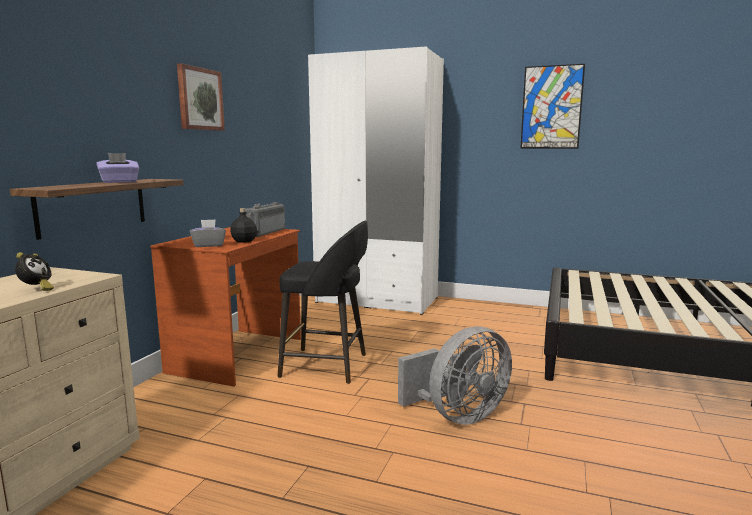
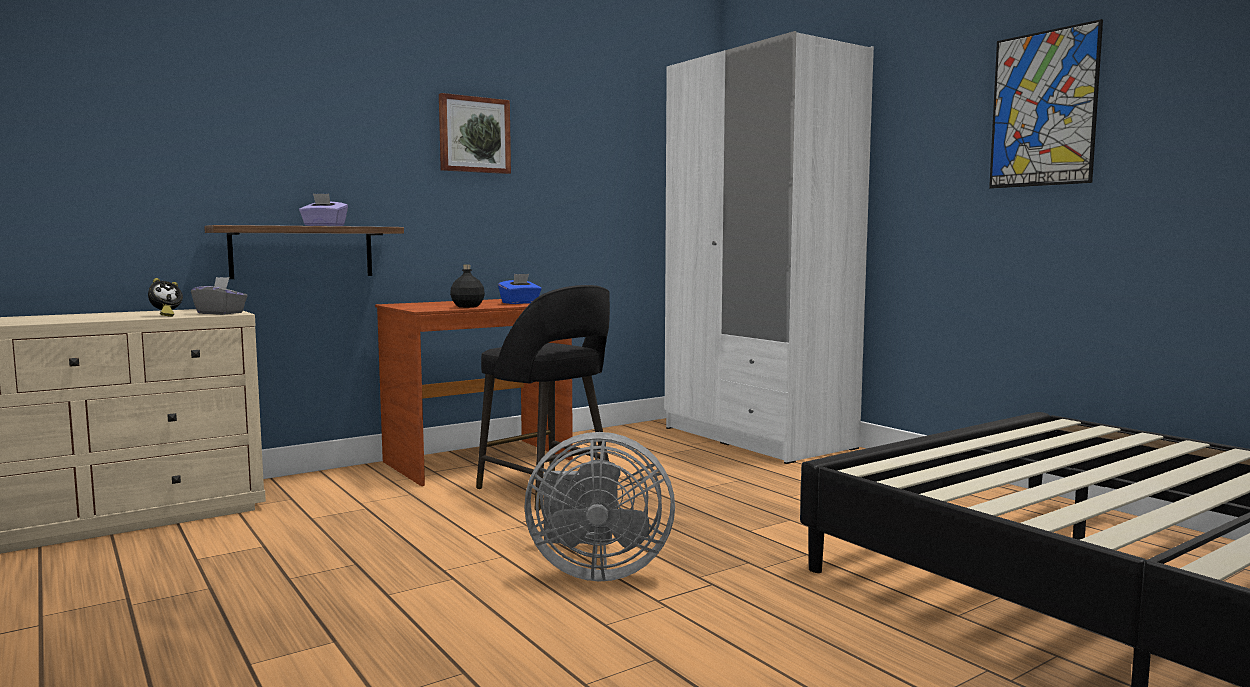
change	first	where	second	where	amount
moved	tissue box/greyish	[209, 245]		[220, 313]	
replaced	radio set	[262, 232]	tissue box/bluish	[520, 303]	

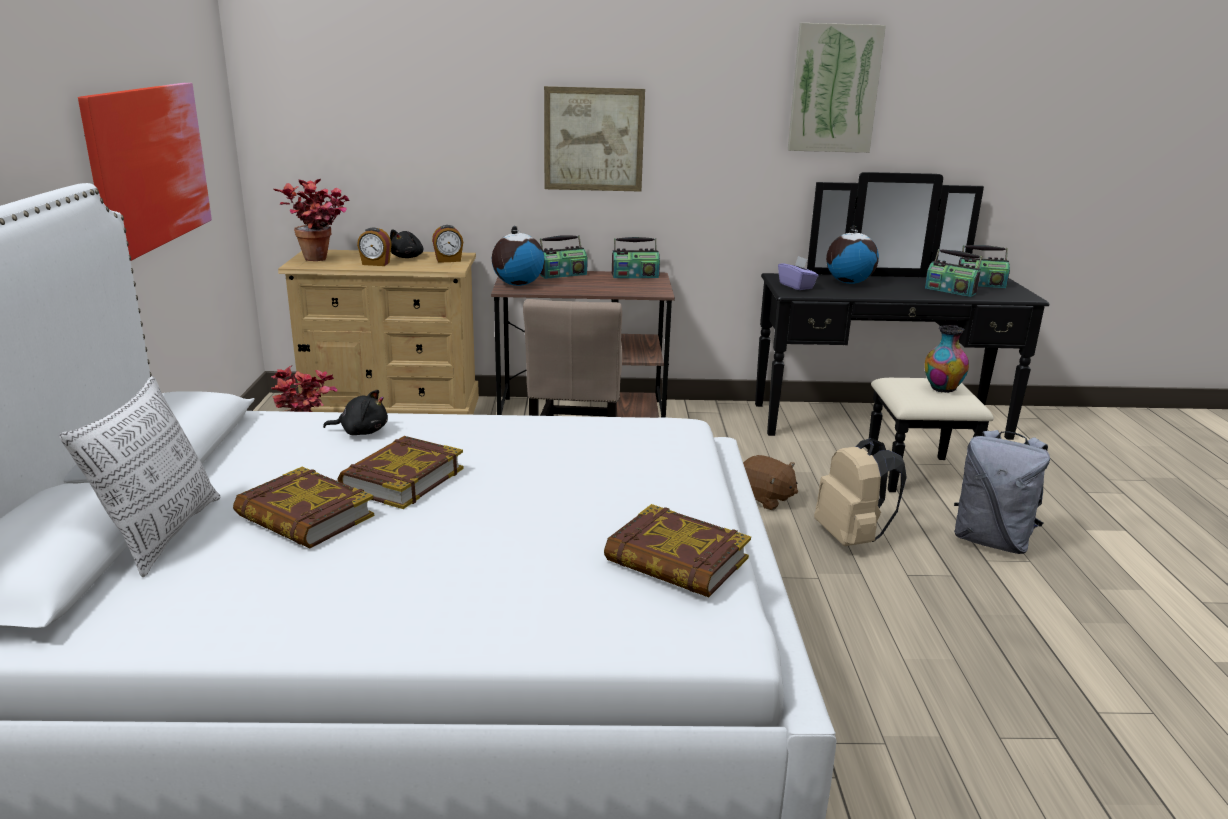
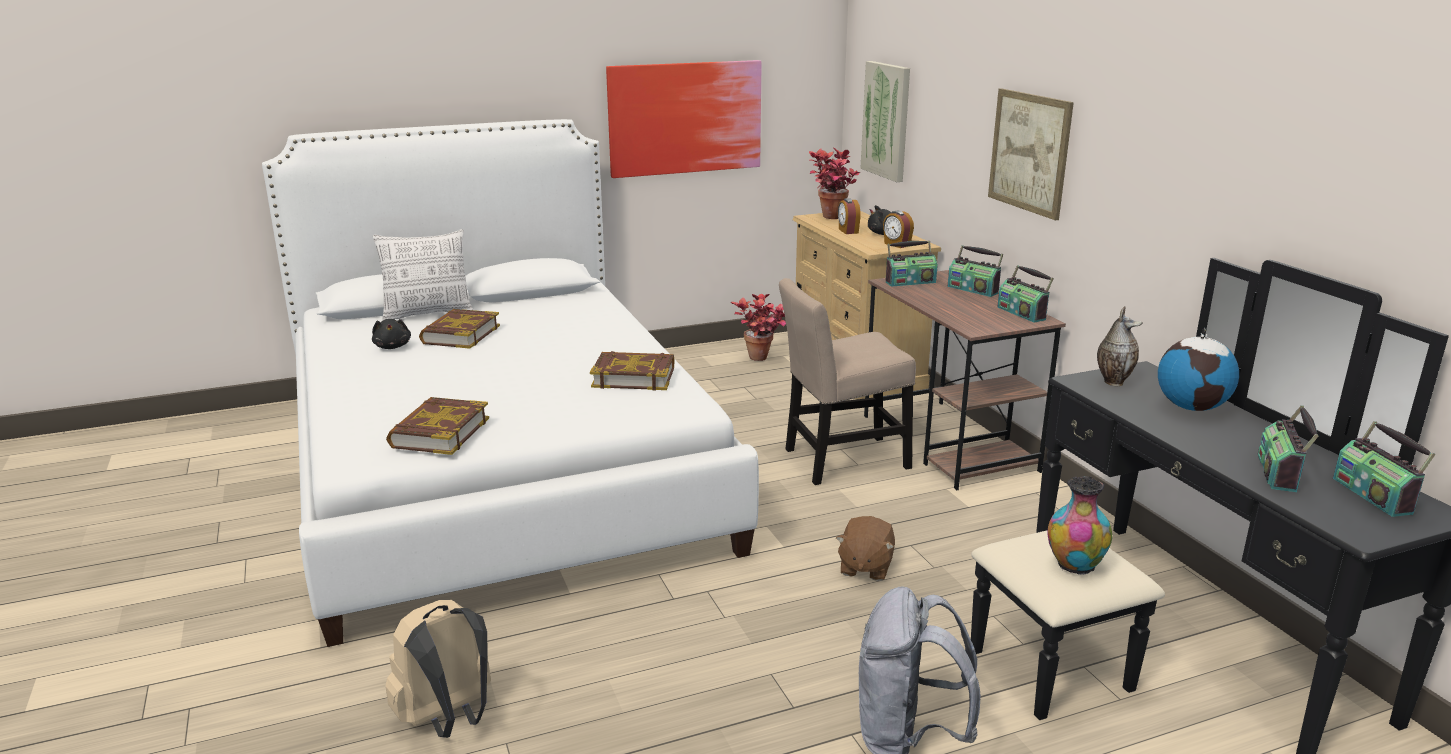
change	first	where	second	where	amount
moved	plush toy/black-coloured	[361, 432]		[392, 346]	
moved	backpack/beige	[852, 538]		[448, 719]	
moved	volume	[402, 479]		[633, 377]	
moved	picture	[834, 88]		[887, 120]	
replaced	world globe	[517, 284]	radio set	[910, 282]	
replaced	tissue box/purplish	[796, 286]	vase	[1113, 381]	

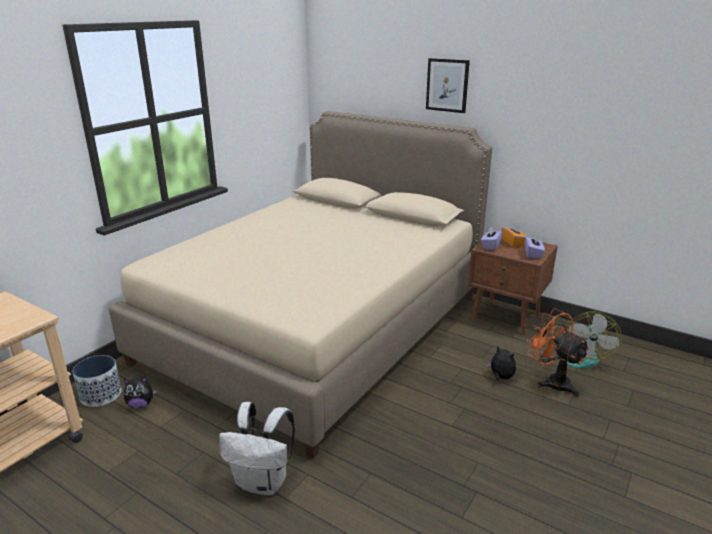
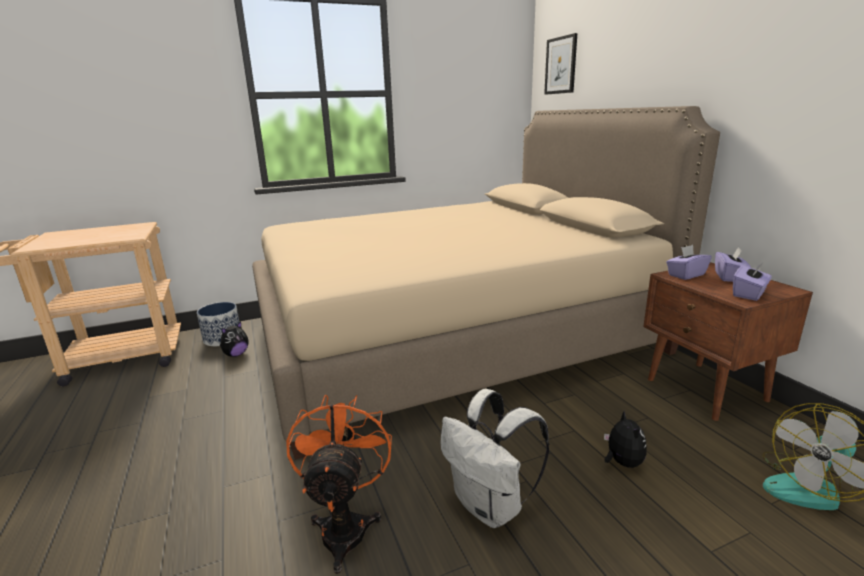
change	first	where	second	where	amount
turned	plush toy	[141, 404]		[236, 354]	75 degrees counterclockwise
moved	cooling fan/orange	[552, 381]		[345, 525]	
moved	backpack/white-coloured	[263, 482]		[491, 506]	
moved	picture	[447, 85]		[561, 65]	
recoloured	tissue box/orange	[513, 243]	tissue box/purplish	[729, 277]	

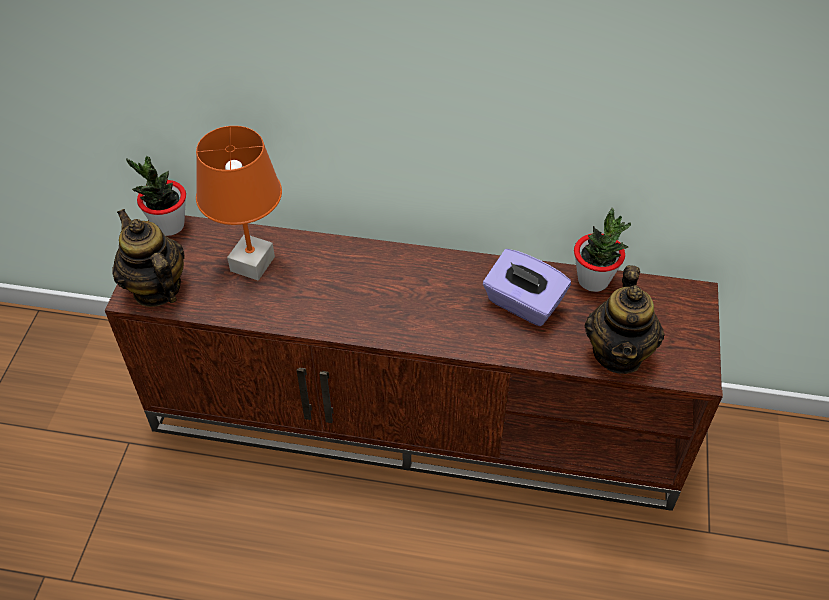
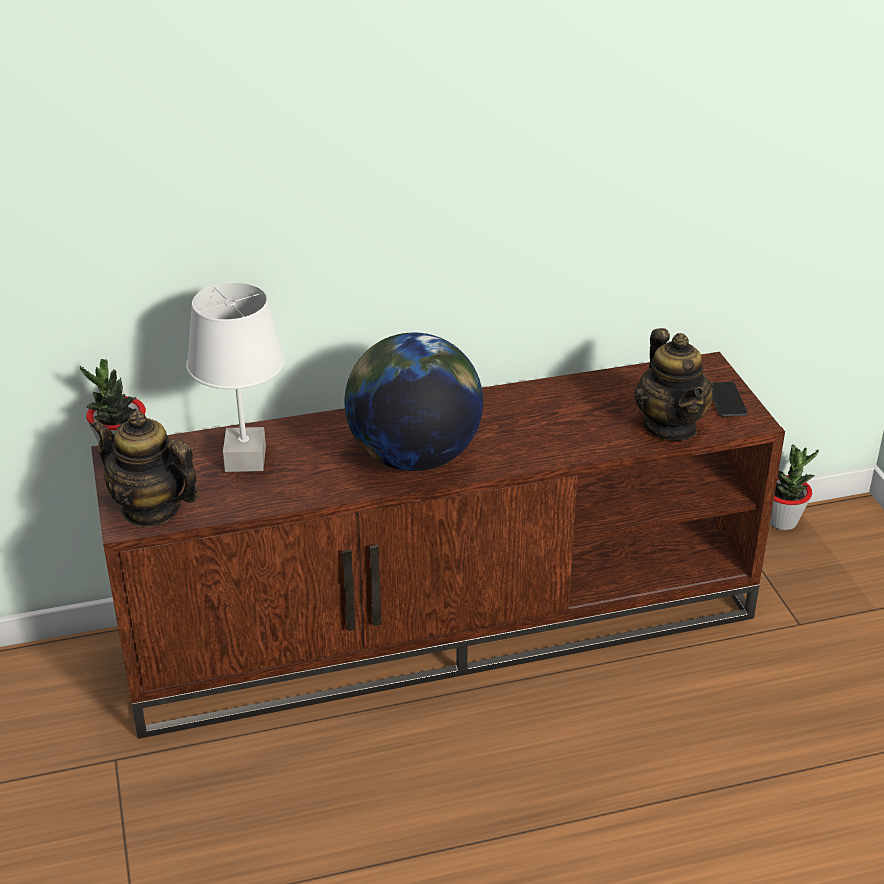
change	first	where	second	where	amount
recoloured	table lamp/orange	[253, 264]	table lamp/white-coloured	[246, 459]	
added			world globe	[413, 457]	
added			phone	[726, 400]	
moved	plant in a pot	[593, 280]		[782, 521]	
removed	tissue box/purplish	[523, 304]			

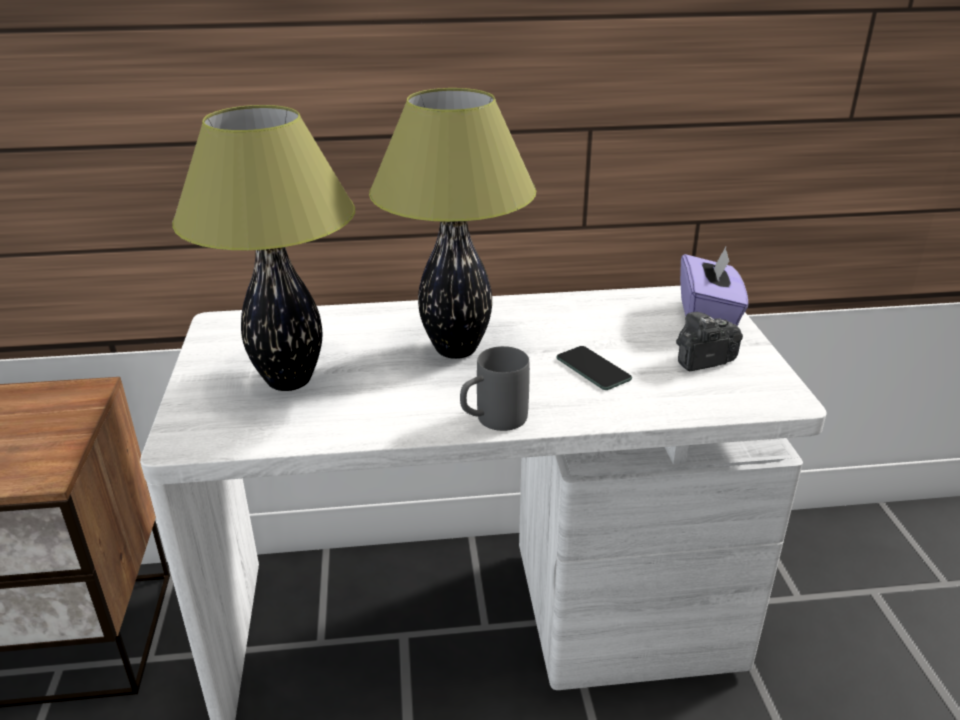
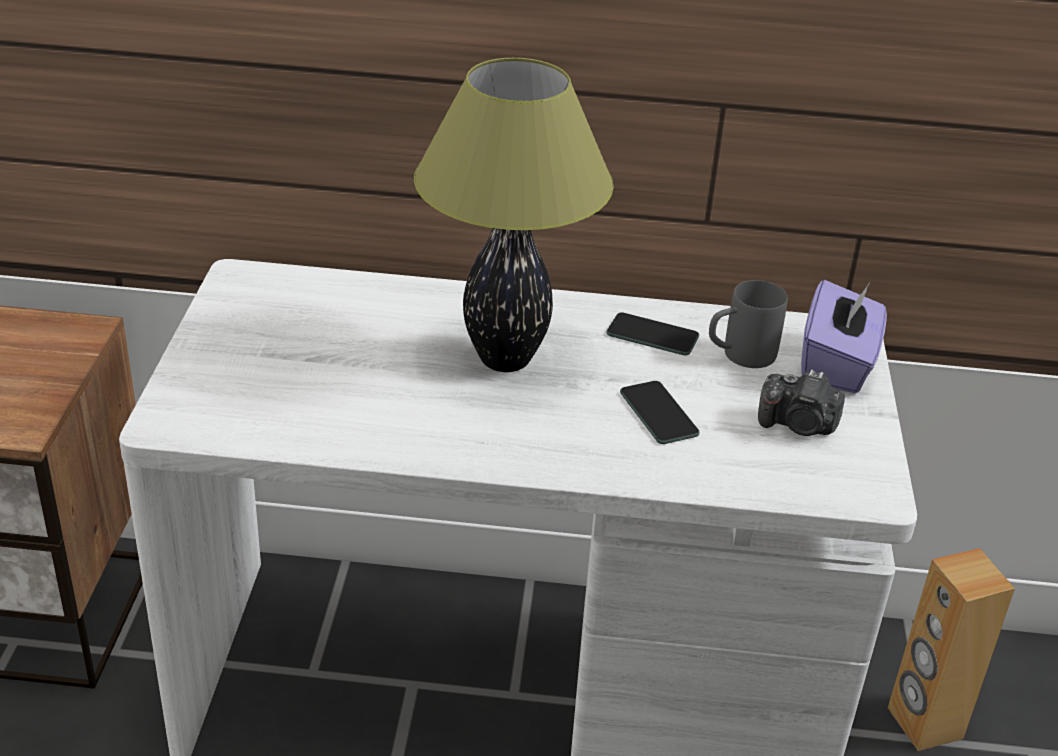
change	first	where	second	where	amount
added			phone	[652, 335]	
moved	coffee mug/greyish	[492, 421]		[739, 356]	
turned	still camera	[702, 360]		[798, 425]	150 degrees counterclockwise
added			speaker/brown	[924, 723]	
removed	table lamp	[289, 380]			

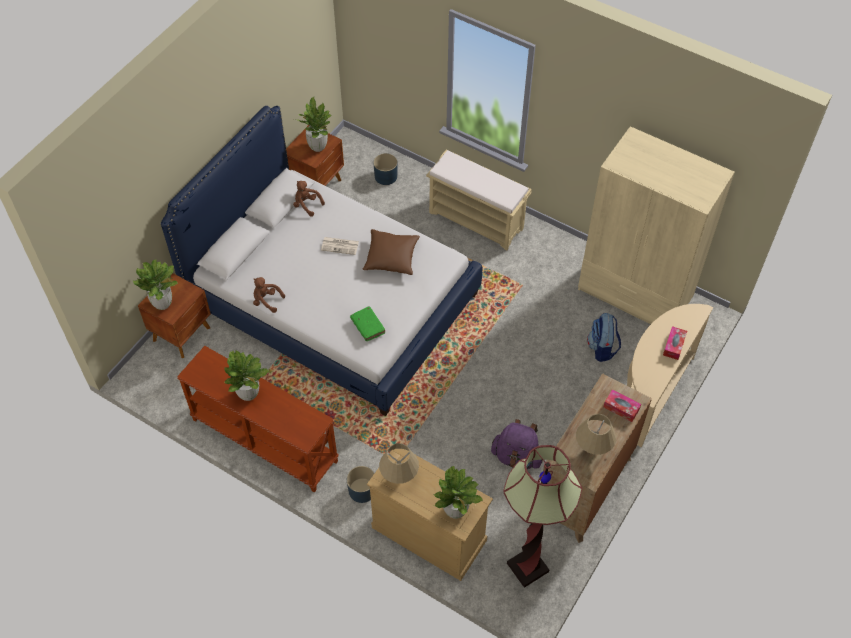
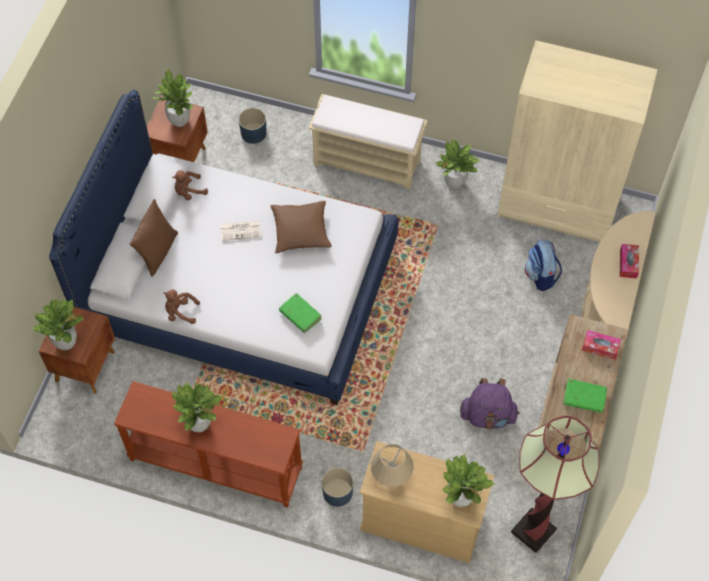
change	first	where	second	where	amount
added			cushion/brown	[157, 252]	
turned	plush toy/brown	[307, 205]		[189, 191]	45 degrees counterclockwise
added			plant in a pot	[454, 183]	
replaced	table lamp/beige	[592, 448]	volume/green	[584, 398]	

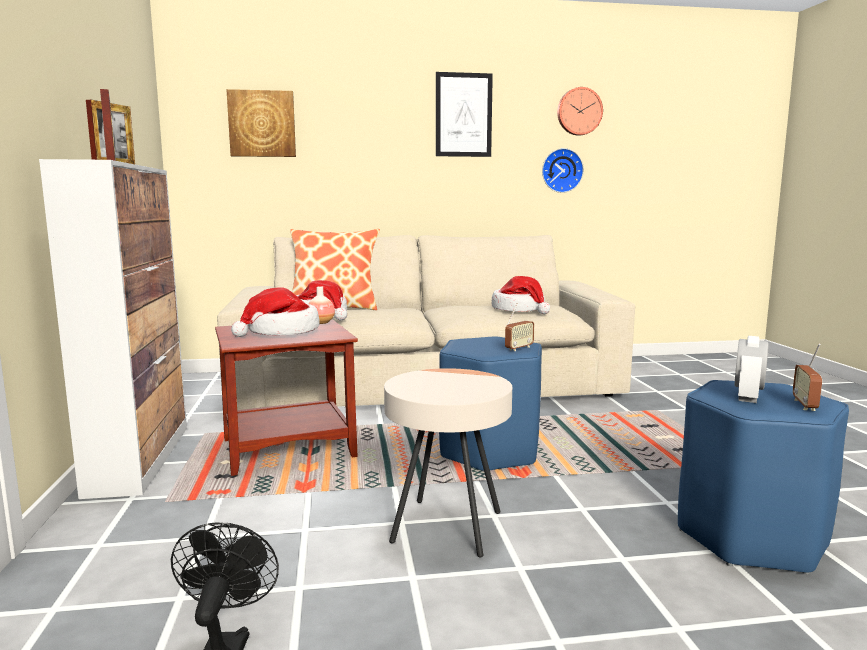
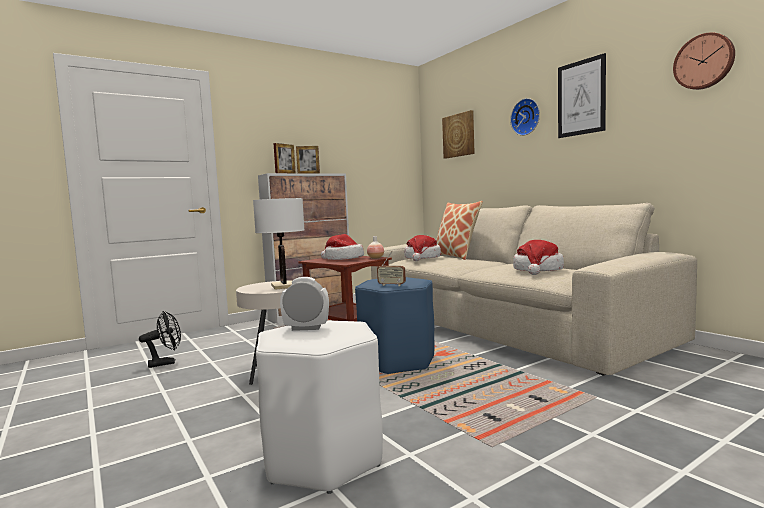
change	first	where	second	where	amount
added			table lamp/white-coloured	[283, 286]	
recoloured	stool seat/bluish	[751, 537]	stool seat/white-coloured	[322, 458]	
moved	wall clock	[561, 170]		[526, 117]	
removed	radio set	[805, 405]			

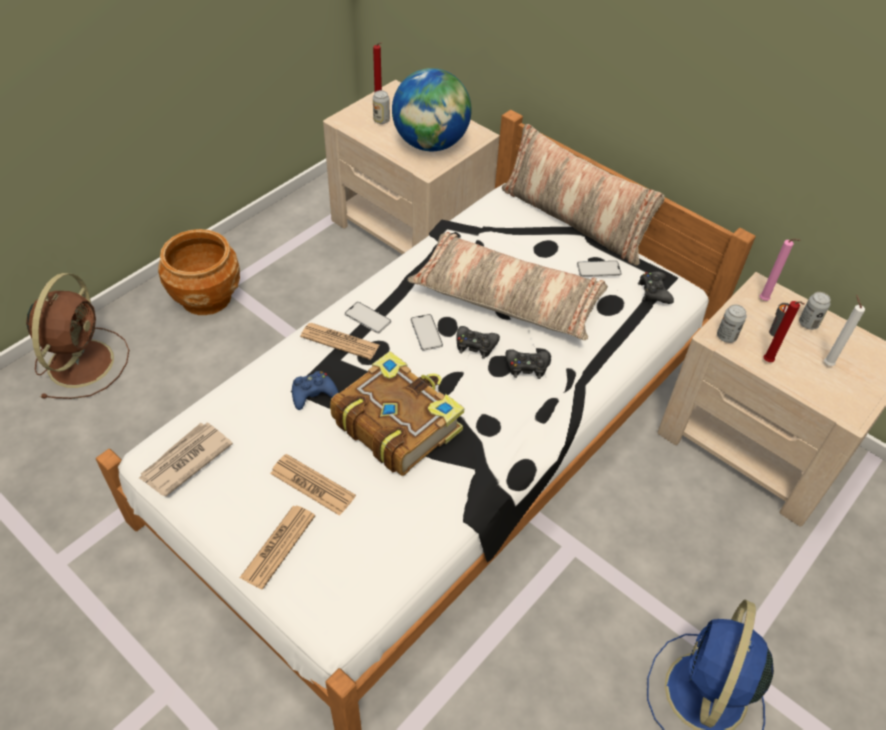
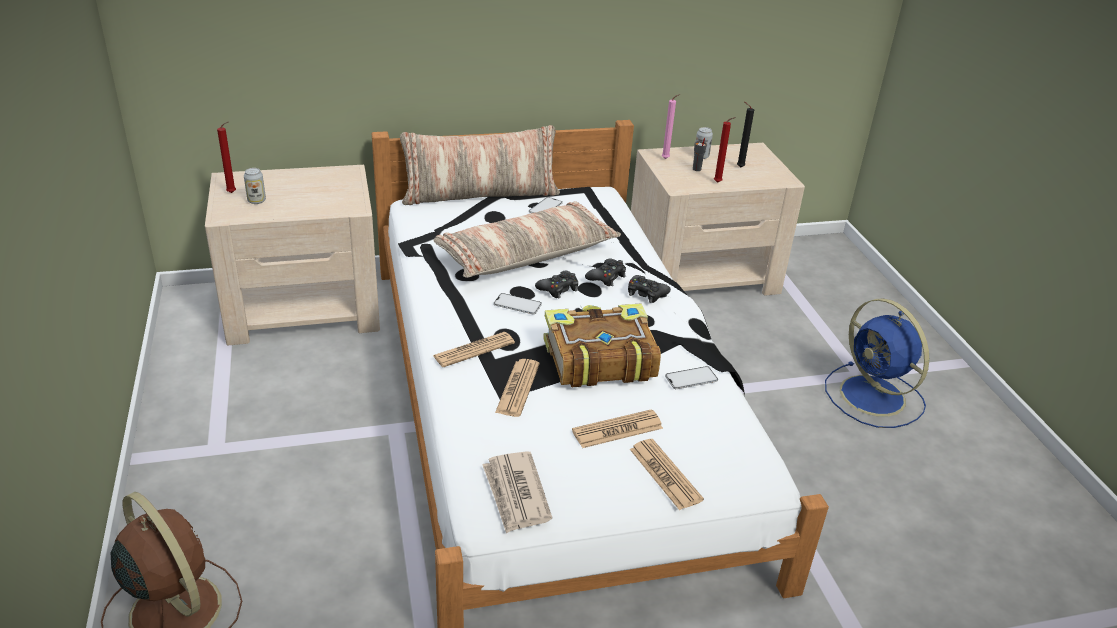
change	first	where	second	where	amount
replaced	joypad/bluish	[313, 394]	printed paper	[517, 388]	
moved	joypad/black-coloured	[654, 292]		[646, 293]	
moved	phone	[367, 318]		[691, 378]	
recoloured	wax candle/white-coloured	[826, 363]	wax candle/black-coloured	[739, 167]	
removed	flower pot/brown	[206, 297]			
removed	world globe	[431, 144]			
removed	metal can	[726, 336]			

